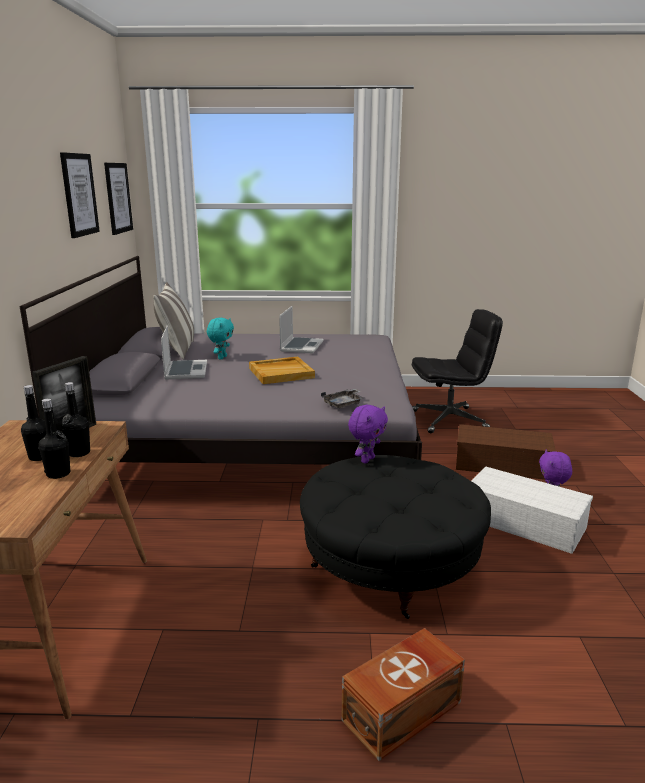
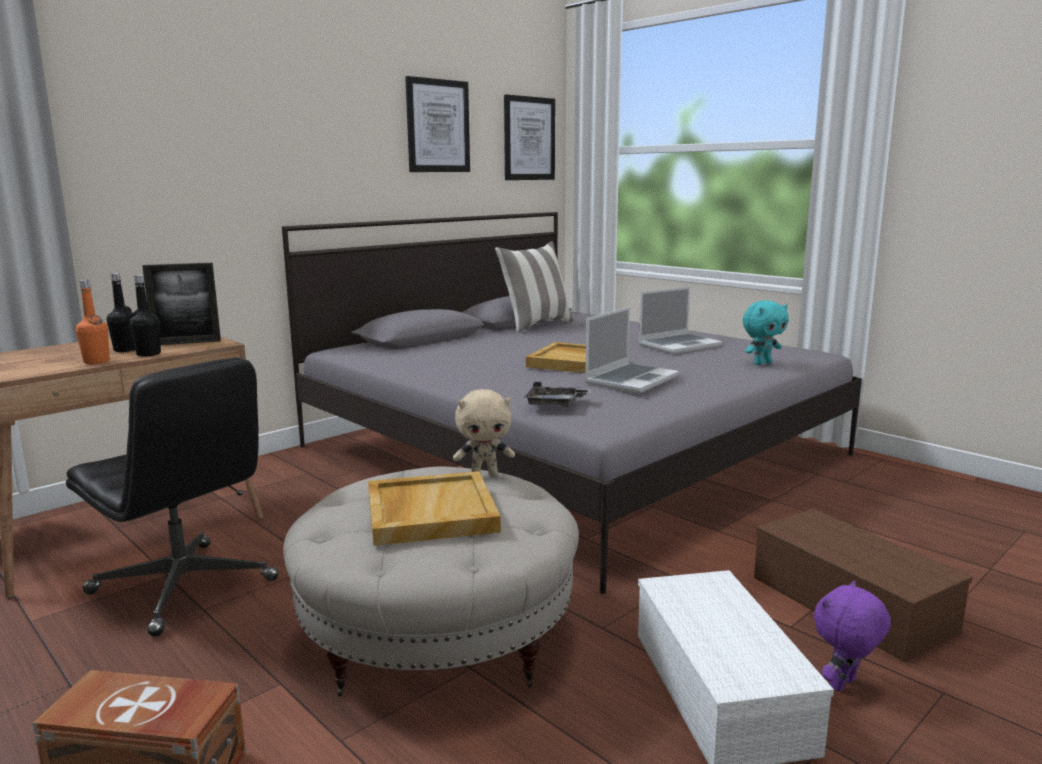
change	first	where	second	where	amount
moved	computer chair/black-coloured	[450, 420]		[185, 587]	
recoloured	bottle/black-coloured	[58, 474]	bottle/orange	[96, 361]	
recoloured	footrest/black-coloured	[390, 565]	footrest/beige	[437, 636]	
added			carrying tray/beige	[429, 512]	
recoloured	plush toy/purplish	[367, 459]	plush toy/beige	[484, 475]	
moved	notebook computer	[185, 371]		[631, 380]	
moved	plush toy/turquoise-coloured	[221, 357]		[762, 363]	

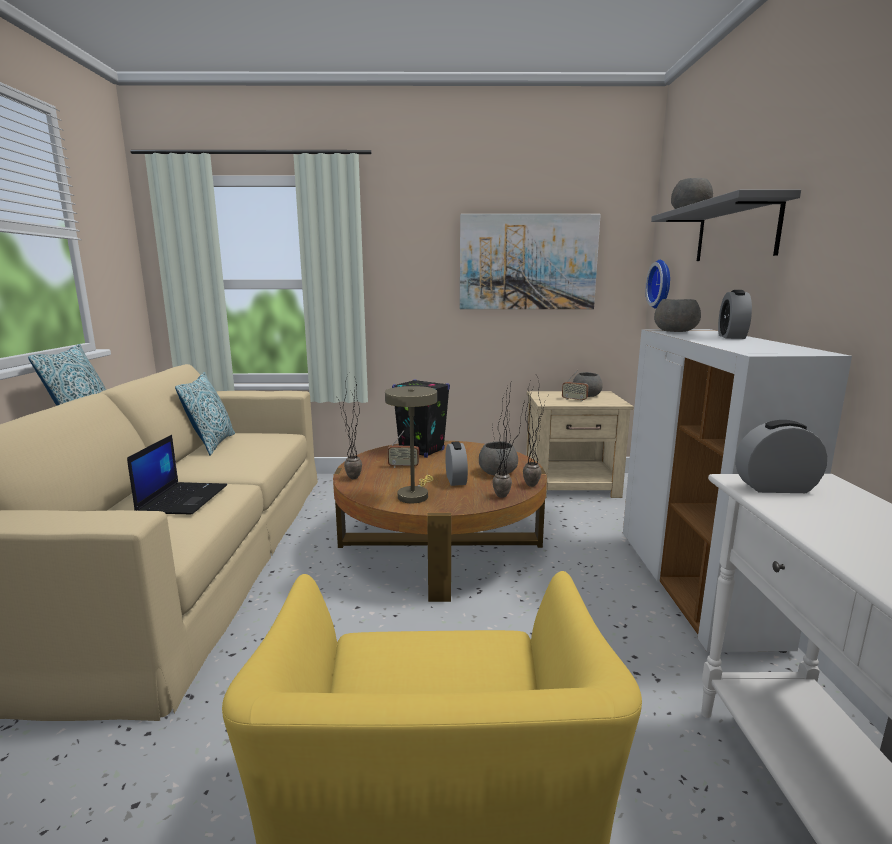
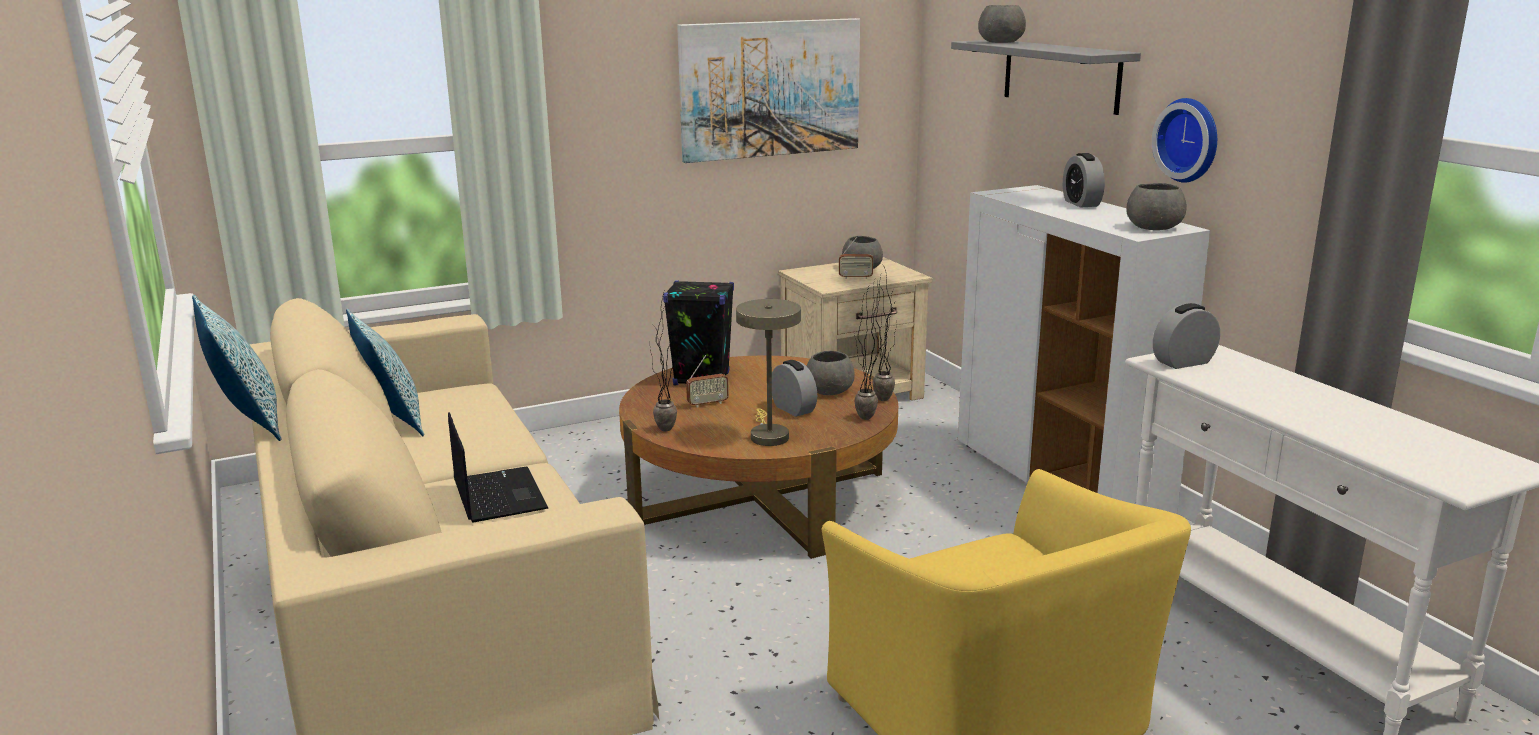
change	first	where	second	where	amount
moved	serving bowl/greyish	[674, 331]		[1152, 227]	
moved	wall clock	[662, 284]		[1190, 140]	

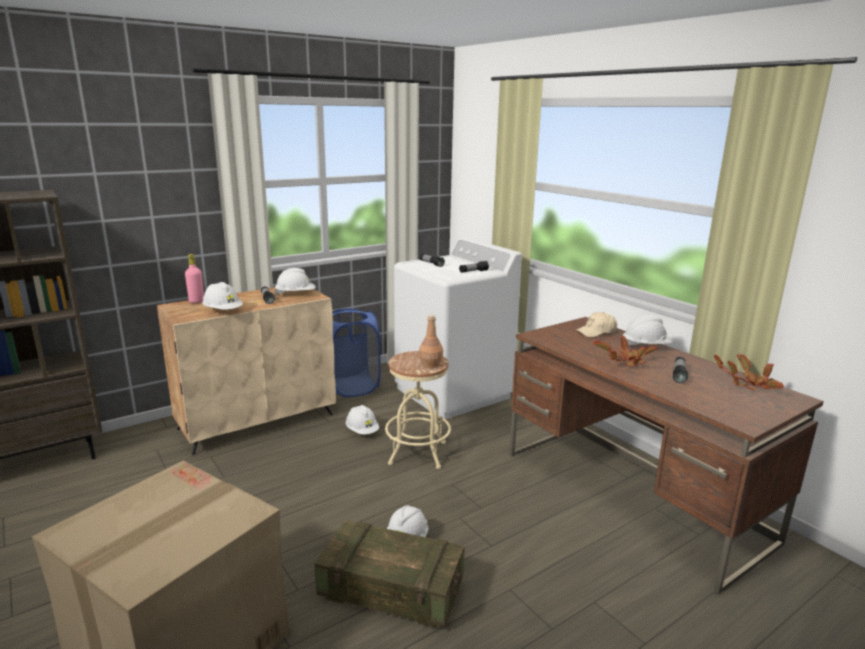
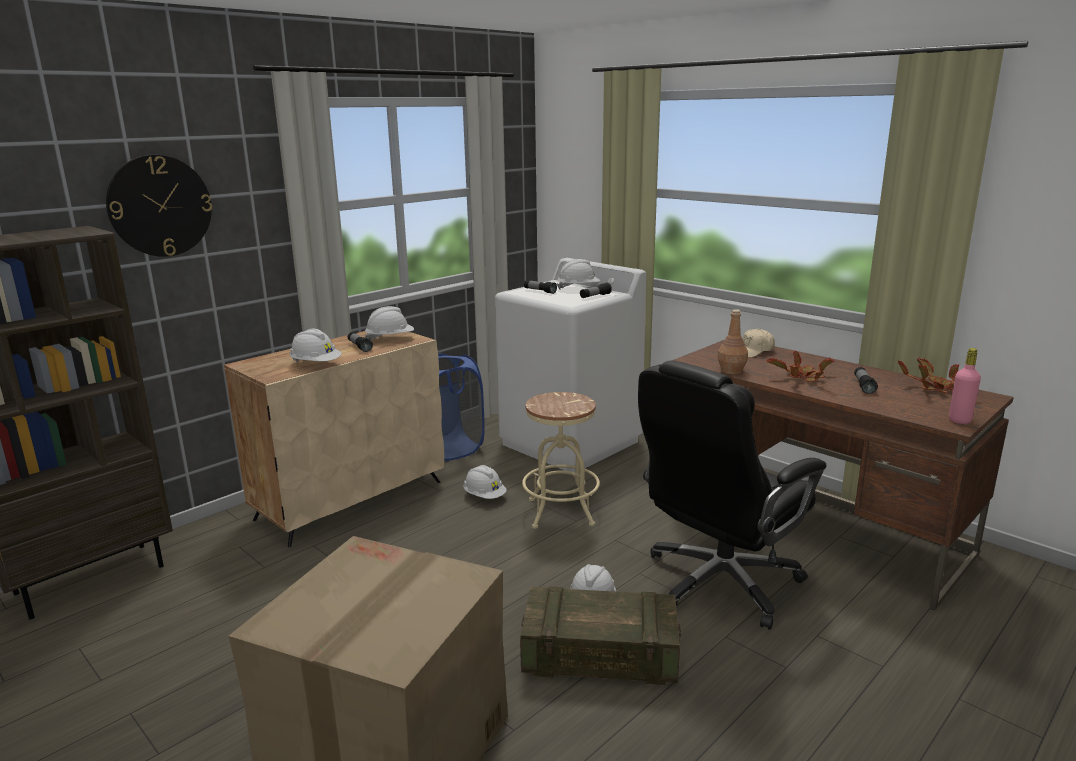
change	first	where	second	where	amount
added			wall clock	[160, 206]	
moved	work helmet/white-coloured	[646, 346]		[578, 288]	
added			computer chair/black-coloured	[719, 583]	
moved	bottle/brown	[430, 364]		[731, 371]	
moved	bottle/pink	[196, 301]		[959, 420]	

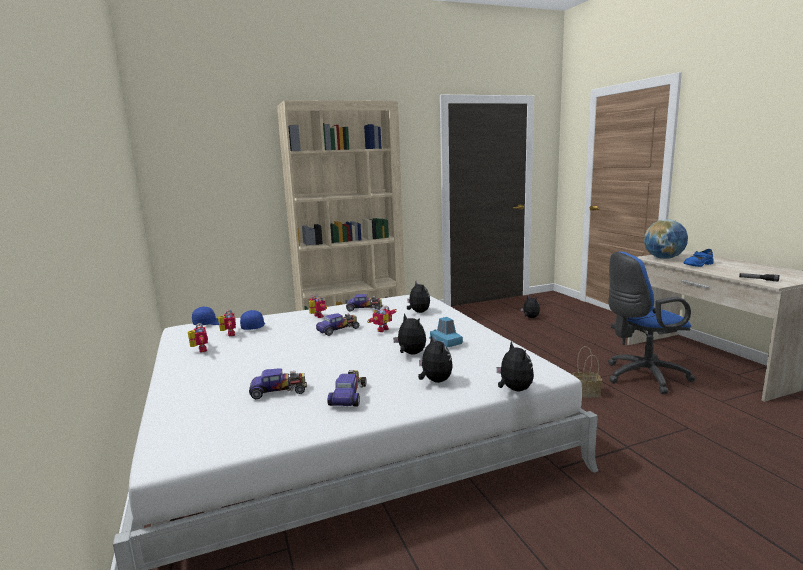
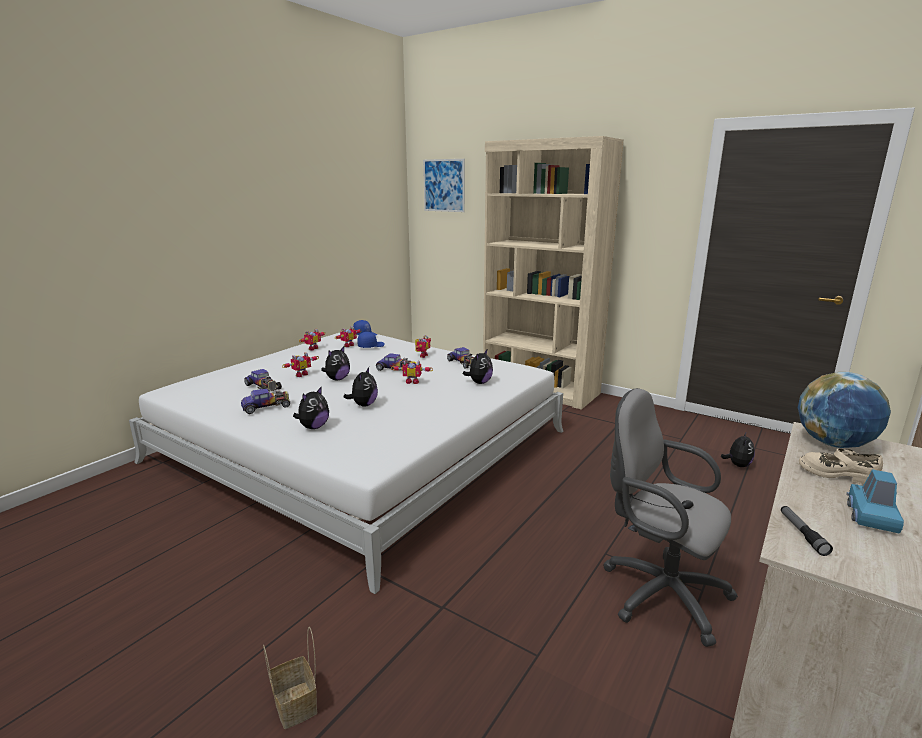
change	first	where	second	where	amount
moved	basket	[587, 392]		[297, 705]	
added			robot figure	[300, 374]	
moved	plush toy	[514, 390]		[337, 379]	
added			picture	[444, 185]	
recoloured	computer chair/bluish	[641, 377]	computer chair/greyish	[658, 592]	
recoloured	item of footwear/bluish	[697, 264]	item of footwear/beige	[837, 474]	
moved	model car/bluish	[445, 342]		[871, 516]	

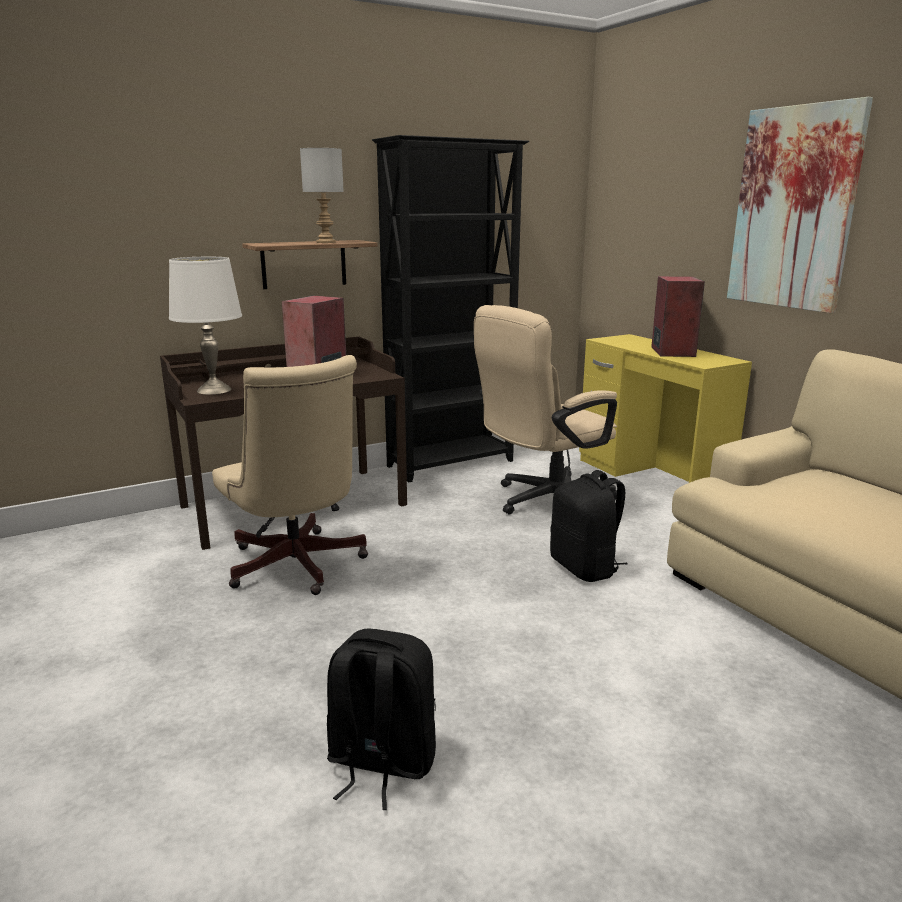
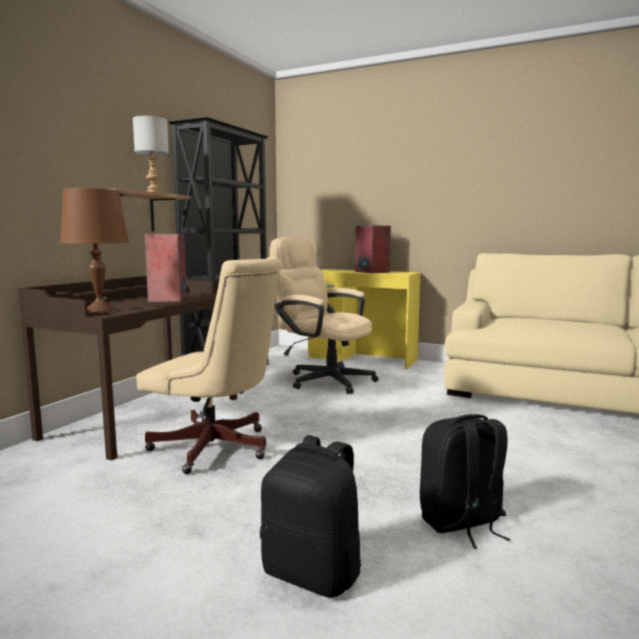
change	first	where	second	where	amount
recoloured	table lamp/white-coloured	[213, 390]	table lamp/brown	[99, 310]	
moved	backpack/black-coloured	[585, 568]		[314, 573]	
turned	computer chair/beige	[544, 502]		[323, 379]	105 degrees clockwise
removed	picture	[793, 209]			

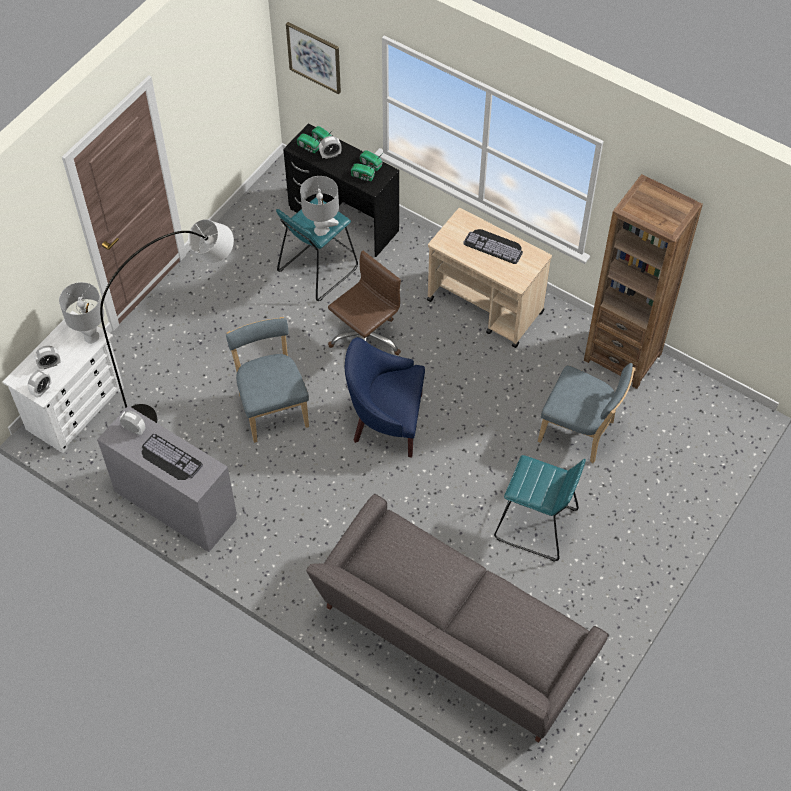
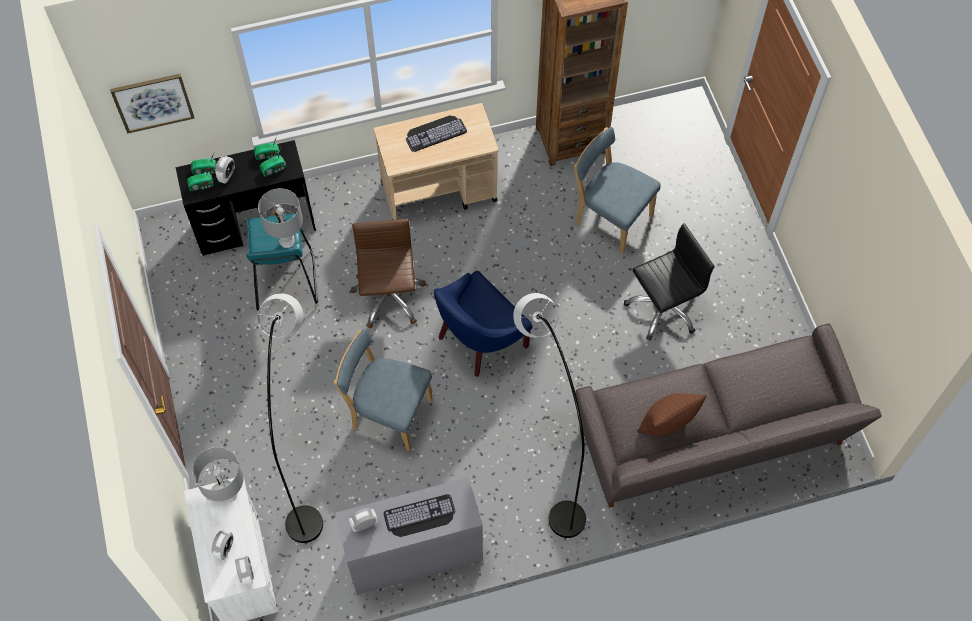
change	first	where	second	where	amount
added			standing lamp/greyish	[546, 456]	
turned	plain chair/bluish	[579, 433]		[610, 218]	120 degrees counterclockwise
replaced	stool seat/turquoise-coloured	[536, 525]	computer chair/black-coloured	[663, 308]	
added			cushion/brown	[667, 424]	

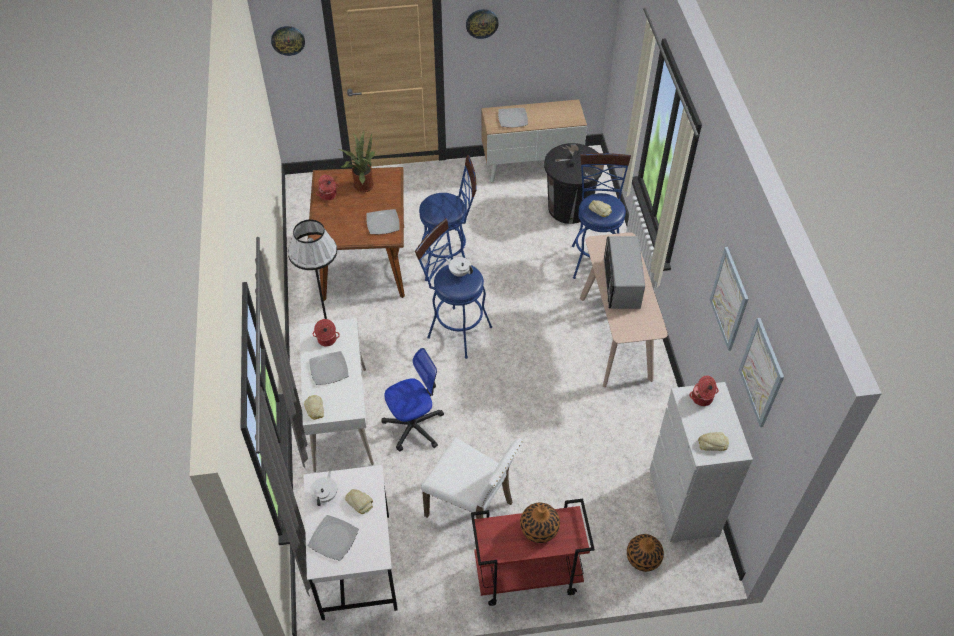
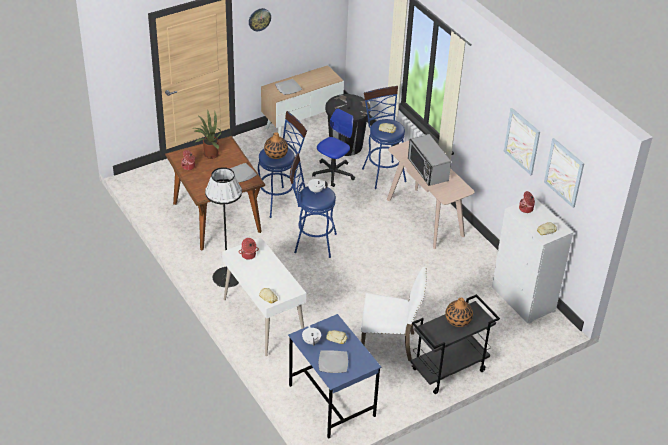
change	first	where	second	where	amount
moved	vase	[643, 558]		[276, 154]	
recoloured	desk table/white-coloured	[356, 565]	desk table/bluish	[331, 401]	
moved	computer chair	[414, 426]		[333, 173]	
recoloured	wheeled cart/red-coloured	[526, 576]	wheeled cart/black-coloured	[448, 371]	
removed	wall clock	[288, 40]			
removed	dinner plate	[328, 370]			

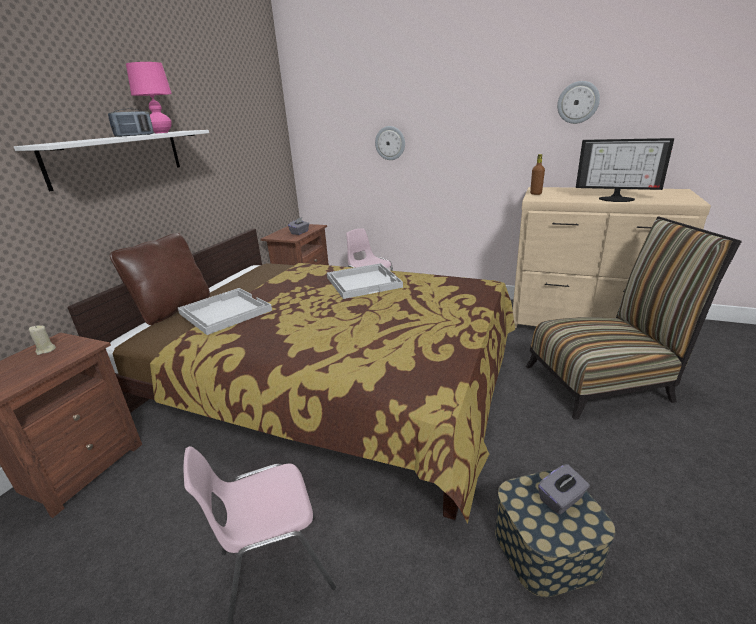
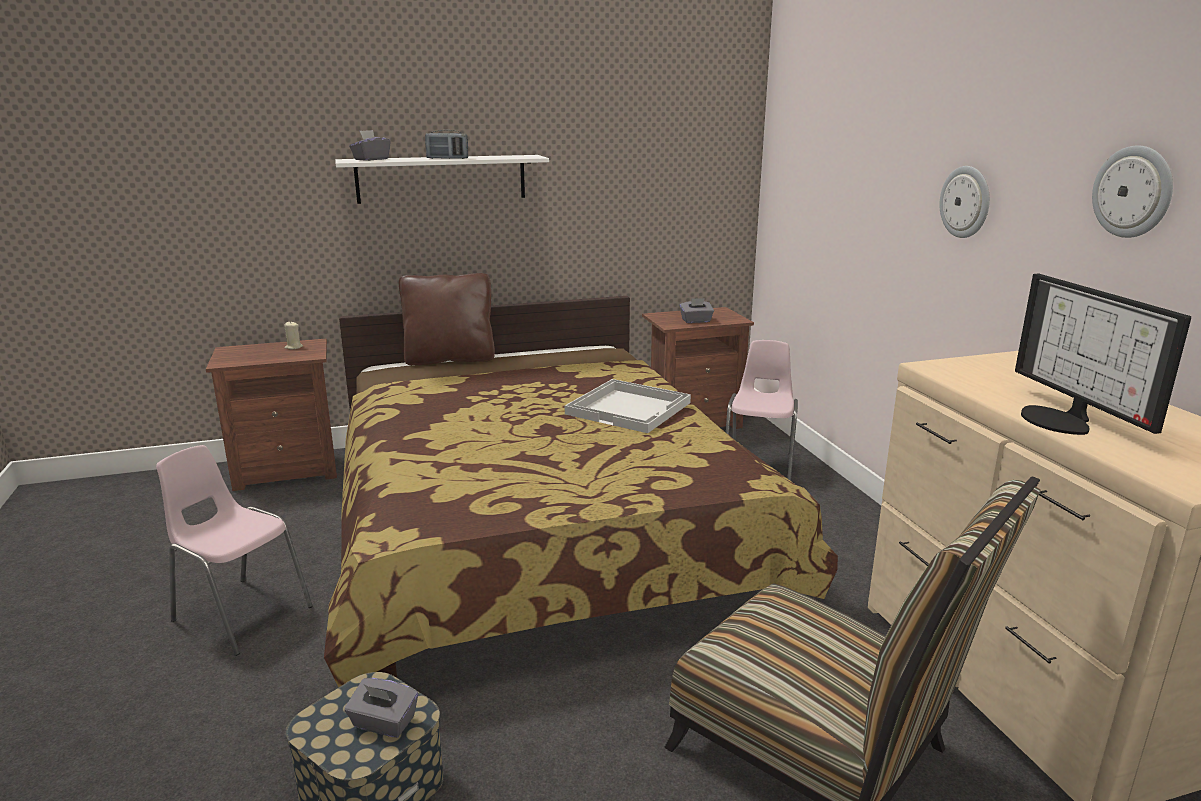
change	first	where	second	where	amount
added			tissue box/greyish	[371, 159]	
moved	wall clock	[390, 143]		[966, 202]	
removed	table lamp/pink	[161, 132]			
removed	carrying tray/white-coloured	[224, 312]			
removed	bottle/brown	[535, 194]			

